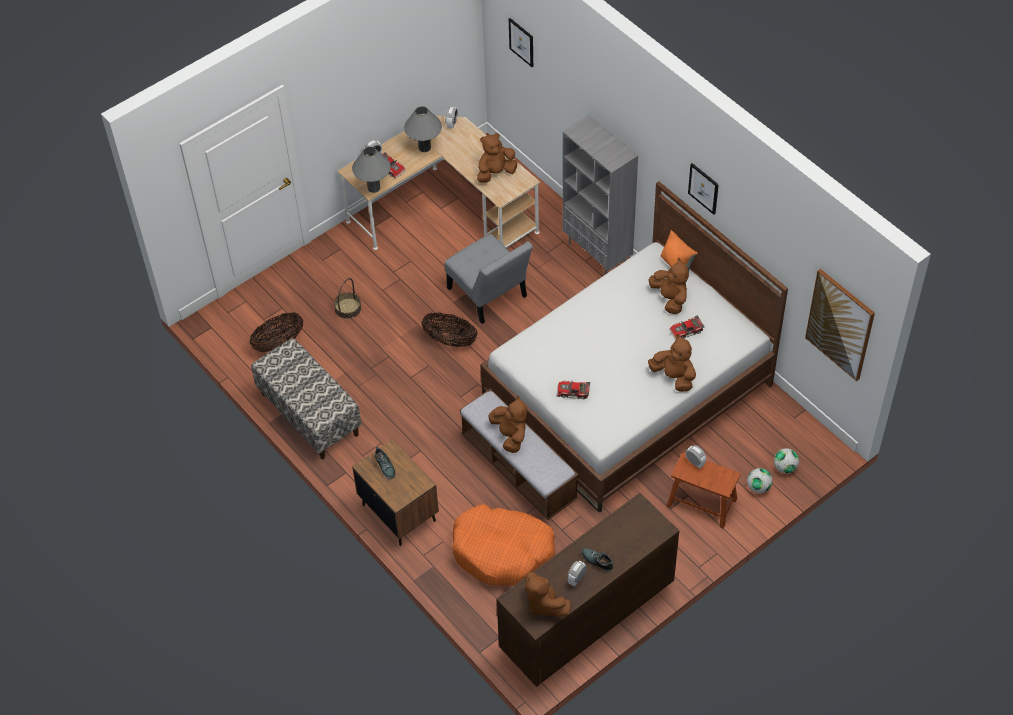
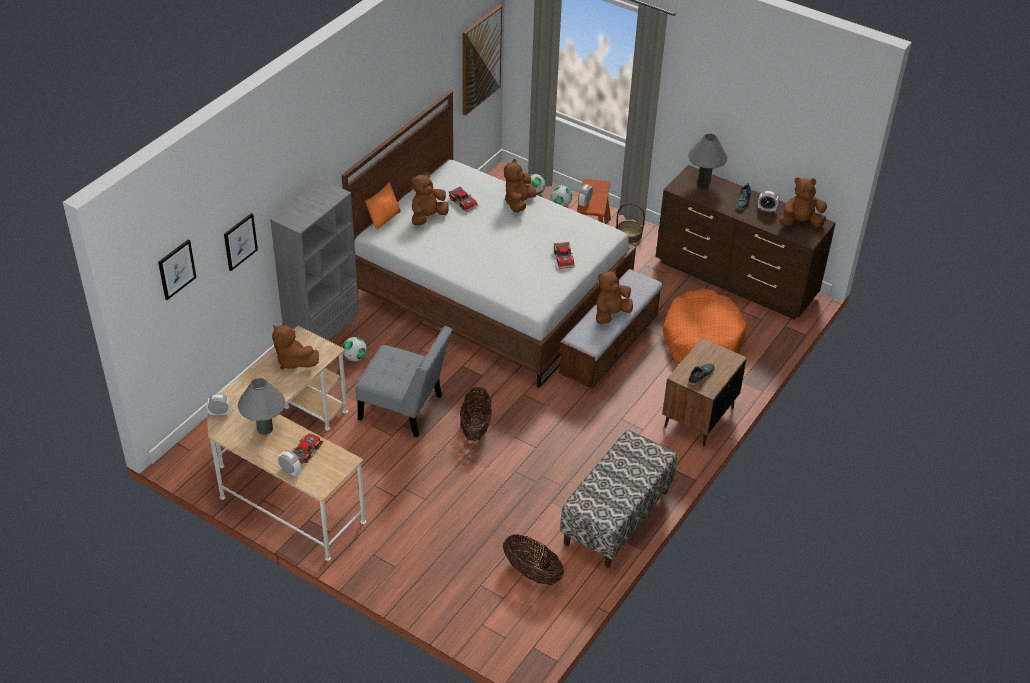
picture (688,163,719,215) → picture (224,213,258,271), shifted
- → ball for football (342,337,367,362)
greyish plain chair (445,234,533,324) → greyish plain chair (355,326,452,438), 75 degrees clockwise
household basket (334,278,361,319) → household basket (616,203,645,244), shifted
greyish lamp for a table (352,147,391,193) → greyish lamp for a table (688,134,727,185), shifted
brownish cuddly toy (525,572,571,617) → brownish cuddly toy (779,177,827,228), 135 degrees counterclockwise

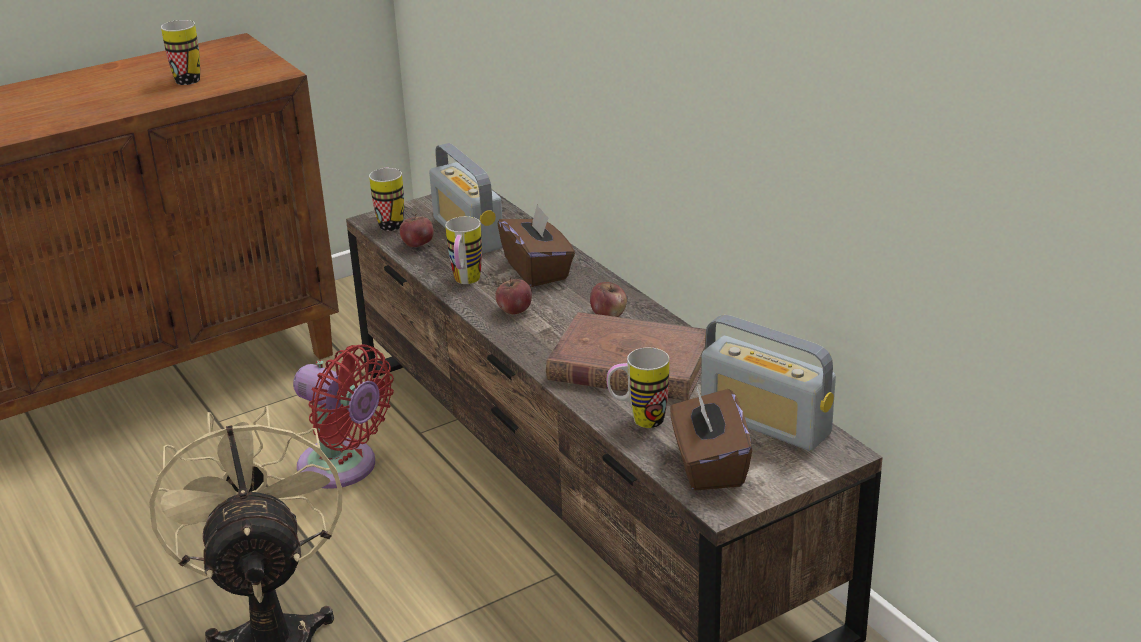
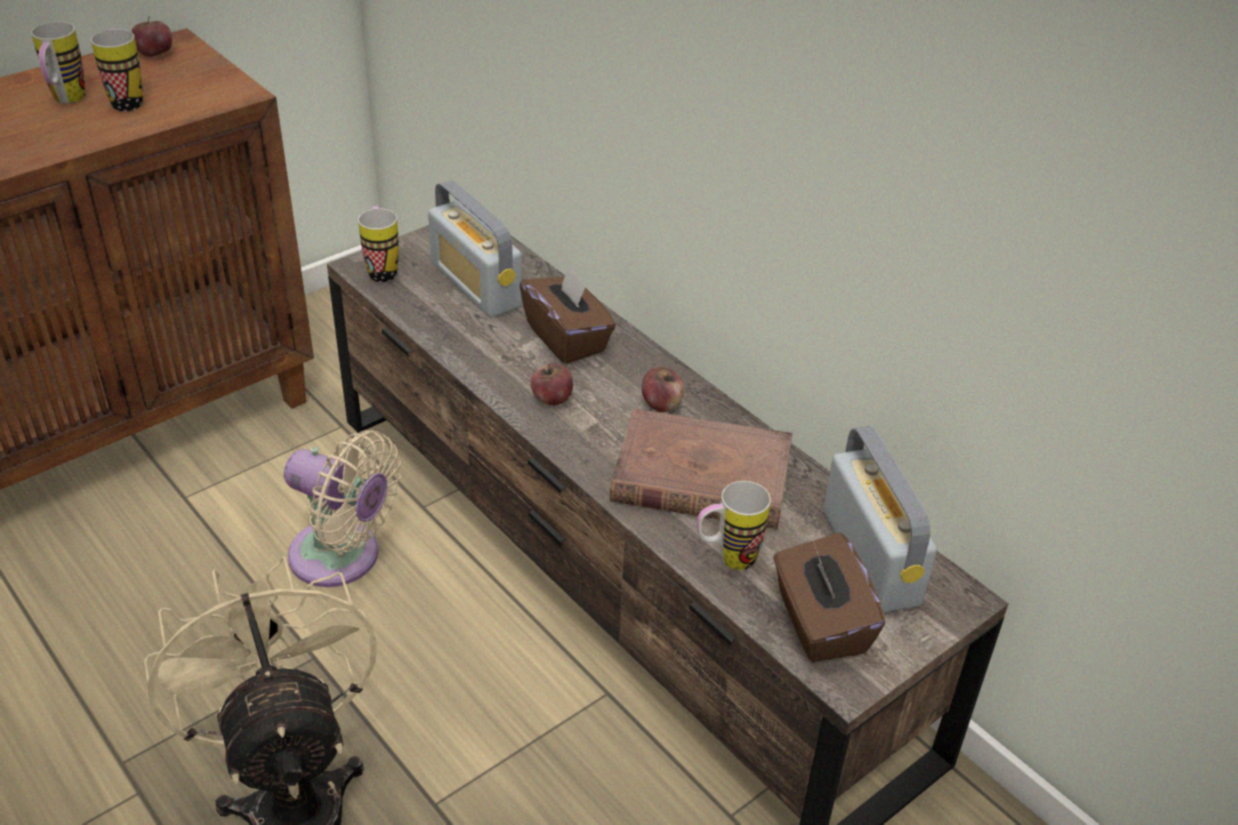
coffee mug (445,216,482,284) → coffee mug (31,22,85,103), shifted
apple fruit (400,213,434,247) → apple fruit (131,16,172,57), shifted
reddish electric fan (293,344,394,489) → beige electric fan (284,430,401,587)
radio receiver (701,315,836,451) → radio receiver (823,426,937,613), 135 degrees counterclockwise

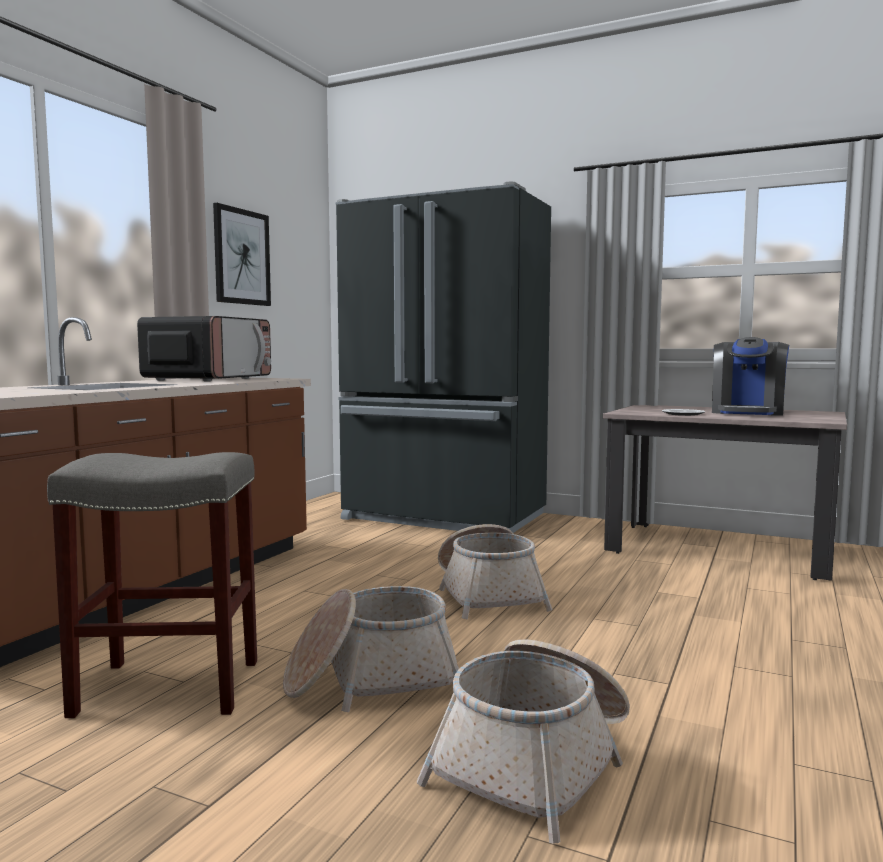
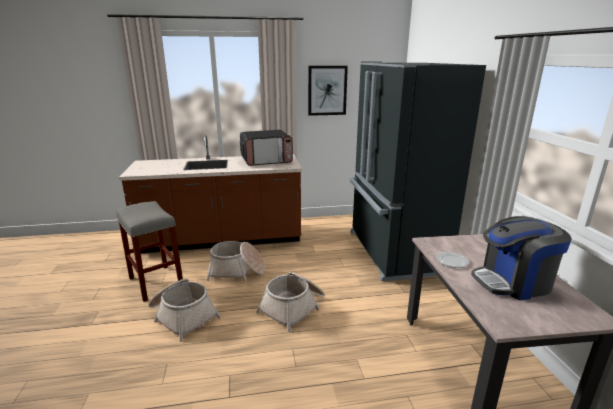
household basket (417,639,630,844) → household basket (206,241,265,281), shifted

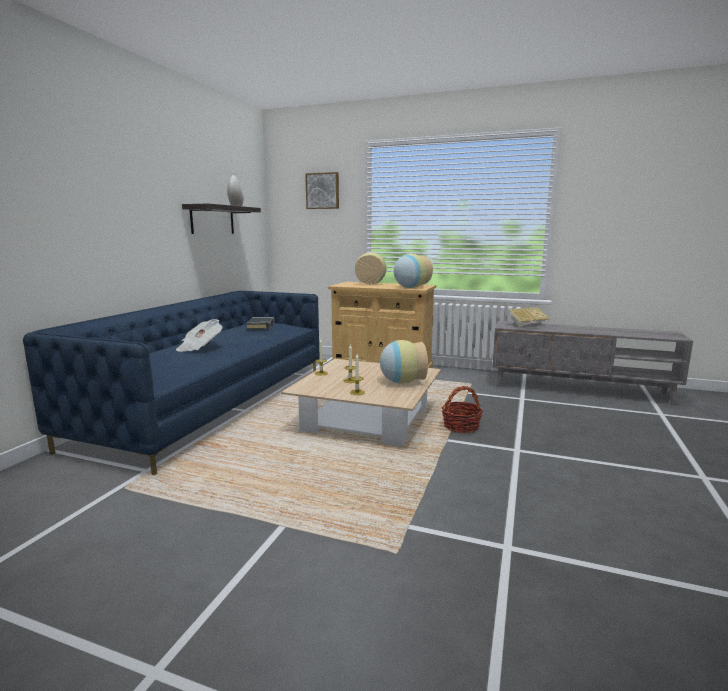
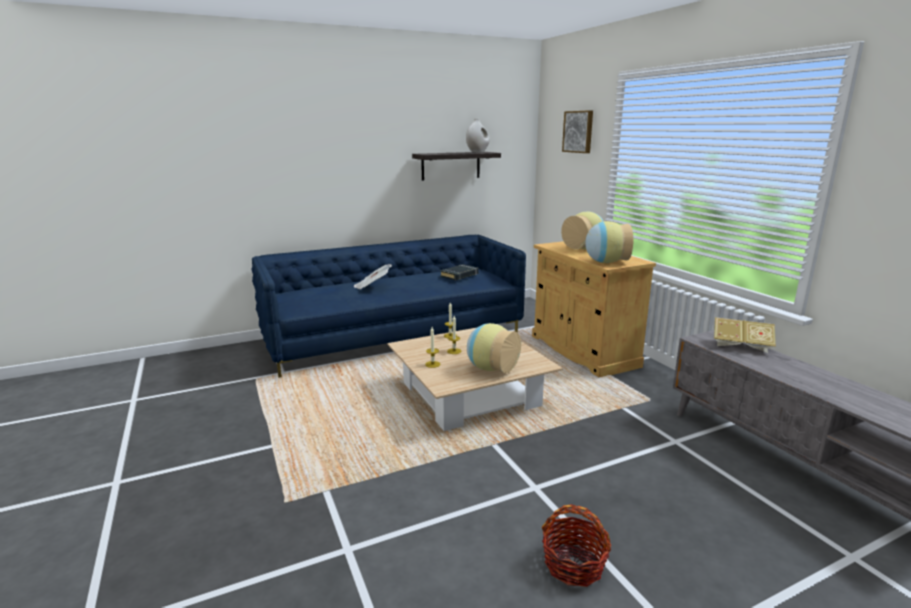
household basket (441,386,483,433) → household basket (542,504,611,587), shifted

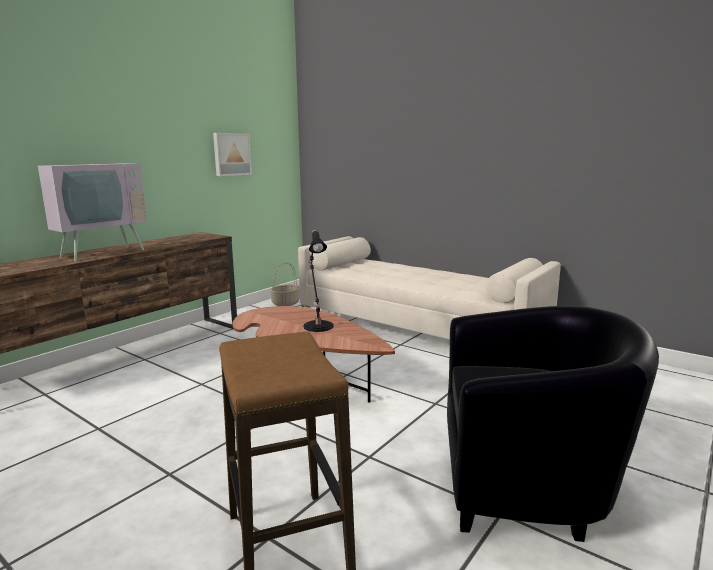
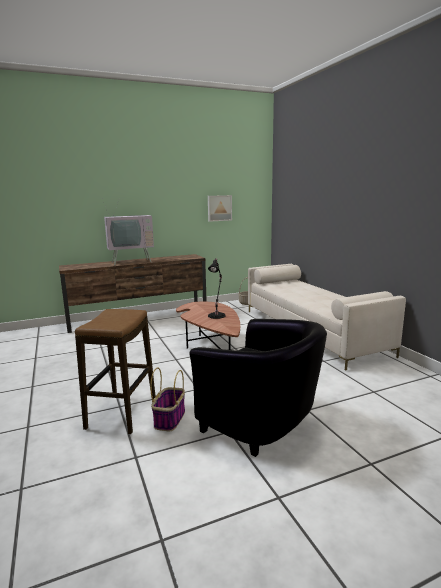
- → household basket (150,368,185,431)

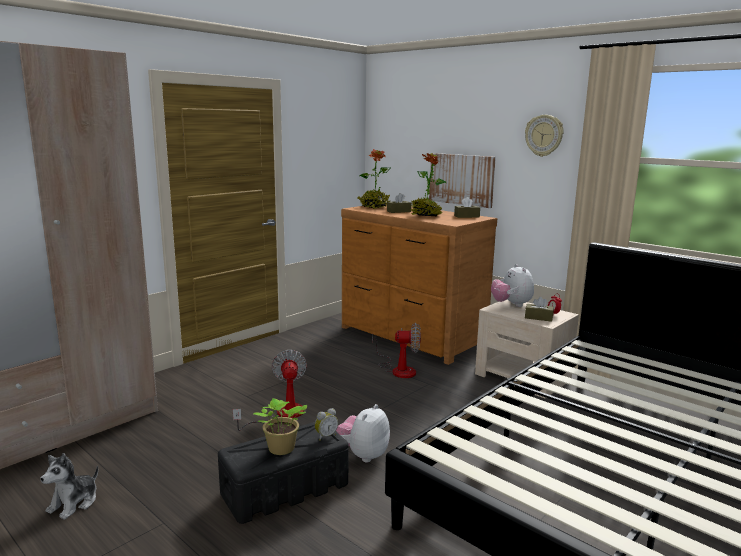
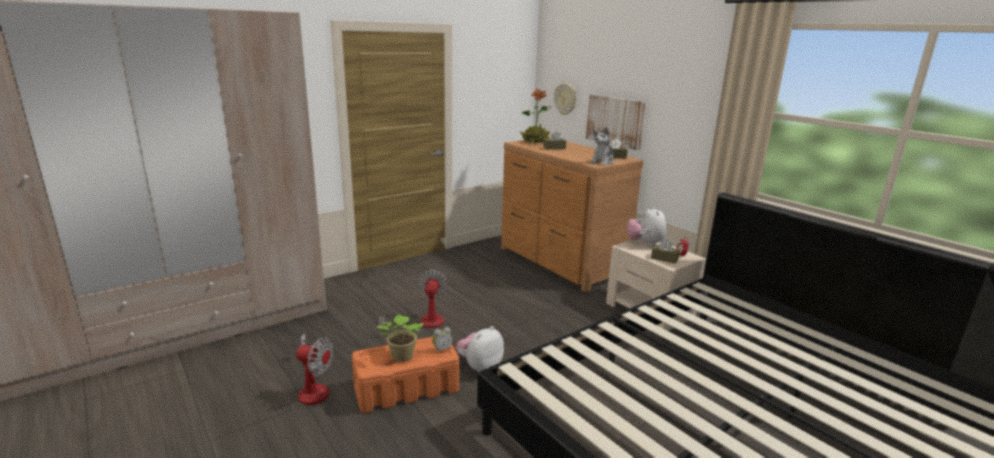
electric fan (372,323,421,378) → electric fan (294,334,333,405), shifted
blackish storage bin (218,422,349,524) → orangey storage bin (352,337,459,413)
wall clock (525,115,564,157) → wall clock (554,83,577,115), shifted
cuddly toy (41,453,98,520) → cuddly toy (590,127,615,166), shifted
potted plant (411,153,446,216) → -

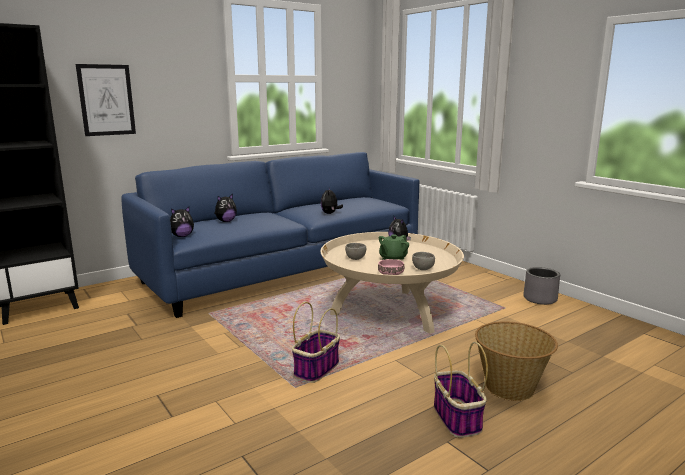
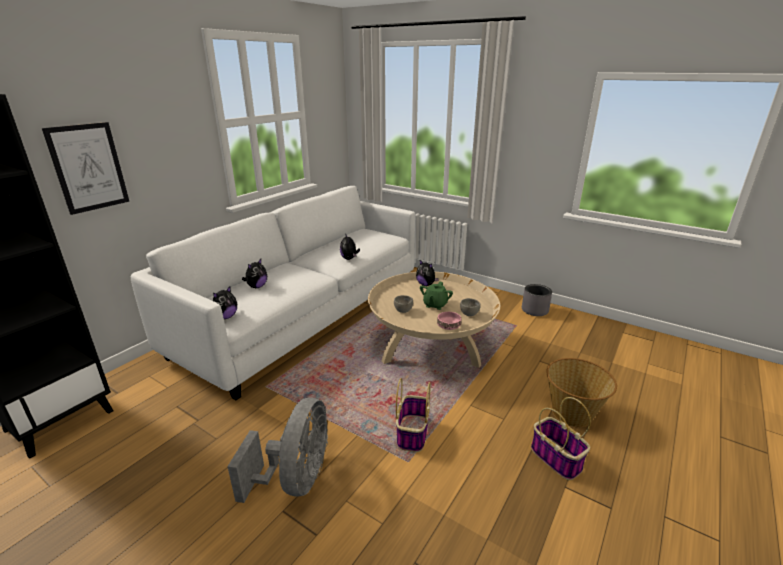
blue-coloured couch (121,152,419,318) → whitish couch (131,186,415,400)
- → greyish electric fan (227,398,328,503)

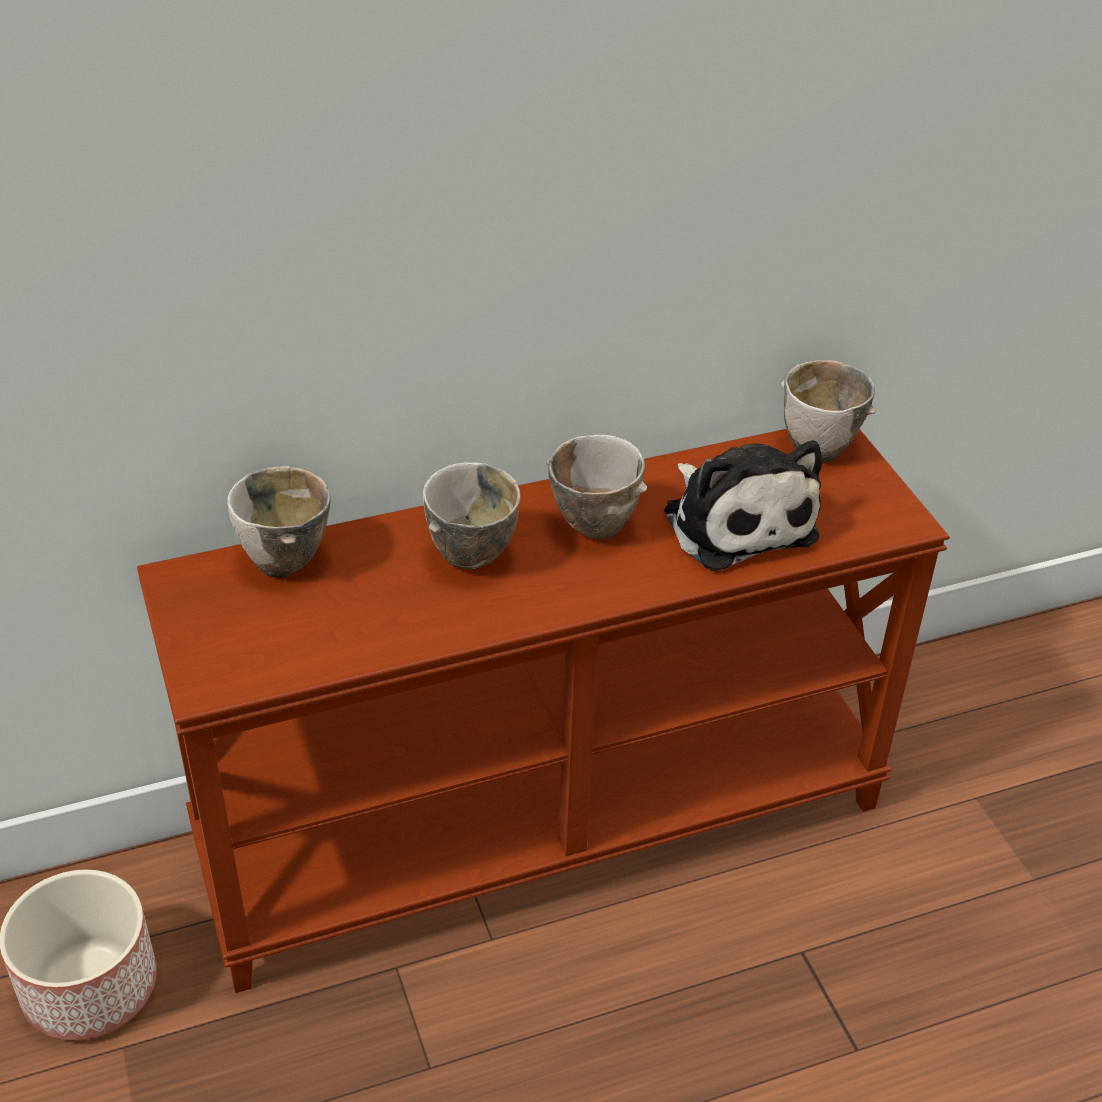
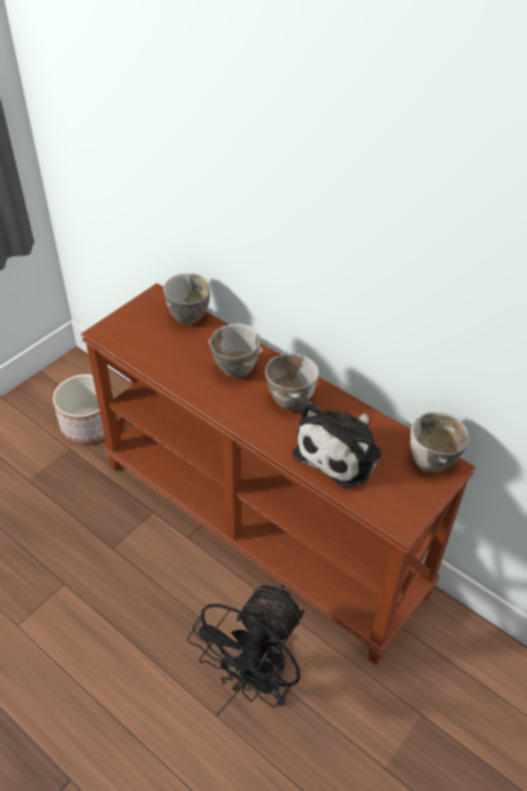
- → blackish electric fan (187,585,304,707)

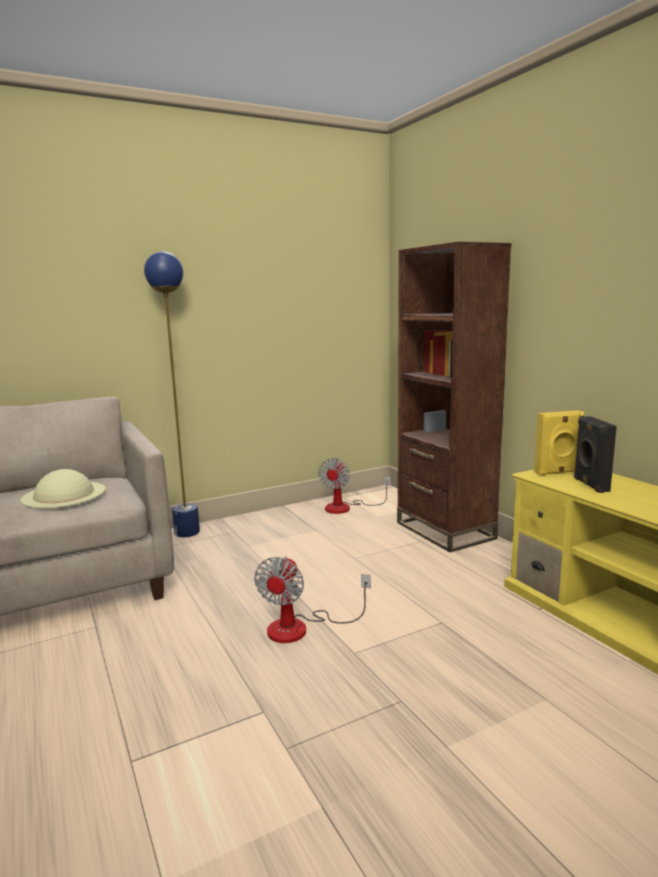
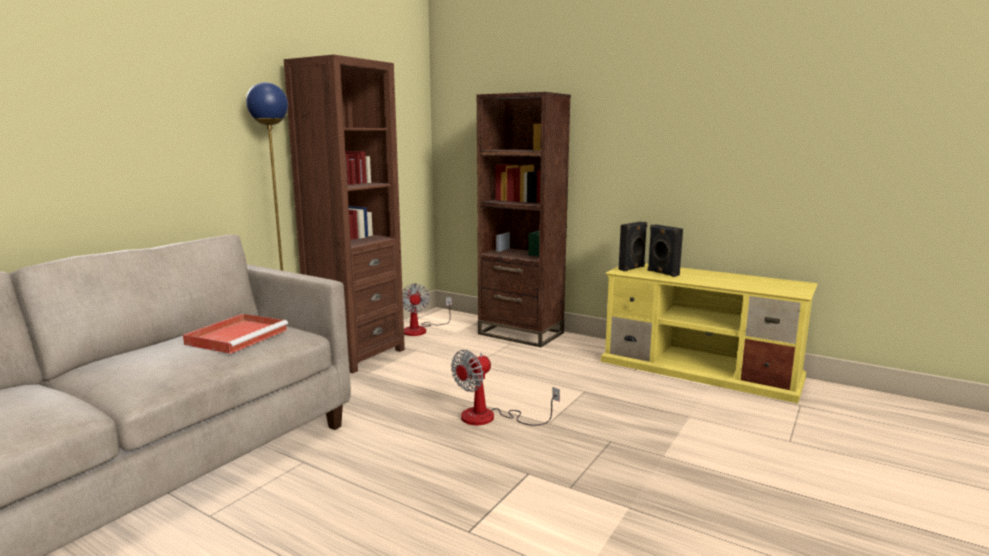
beige hat (21,469,106,508) → reddish carrying tray (183,314,288,354)
- → brownish bookcase (284,55,405,374)
electric fan (254,556,371,643) → electric fan (451,350,560,426), 60 degrees clockwise
yellowish speaker (534,410,584,476) → blackish speaker (619,222,647,271)

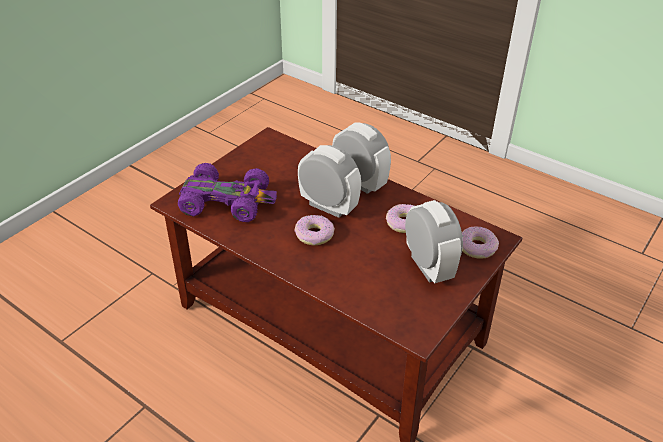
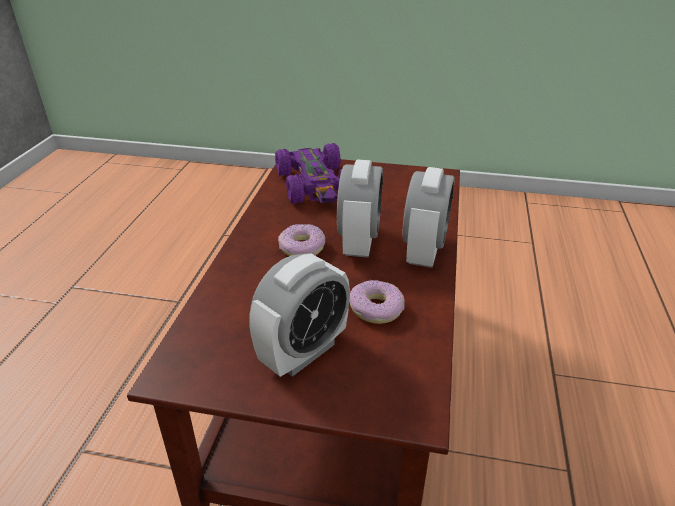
doughnut (462,226,499,259) → -

